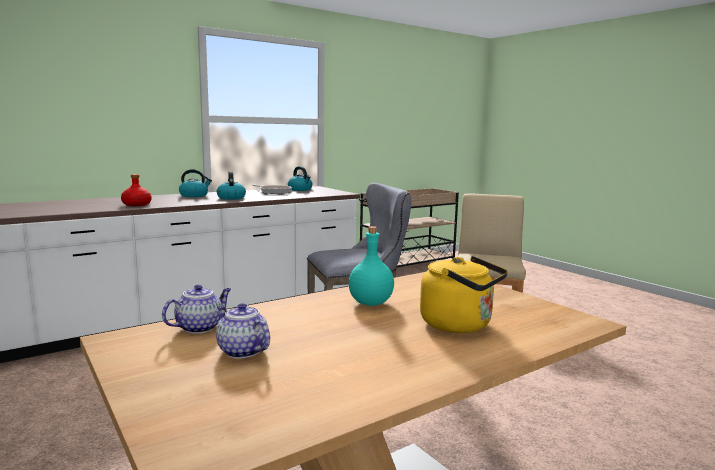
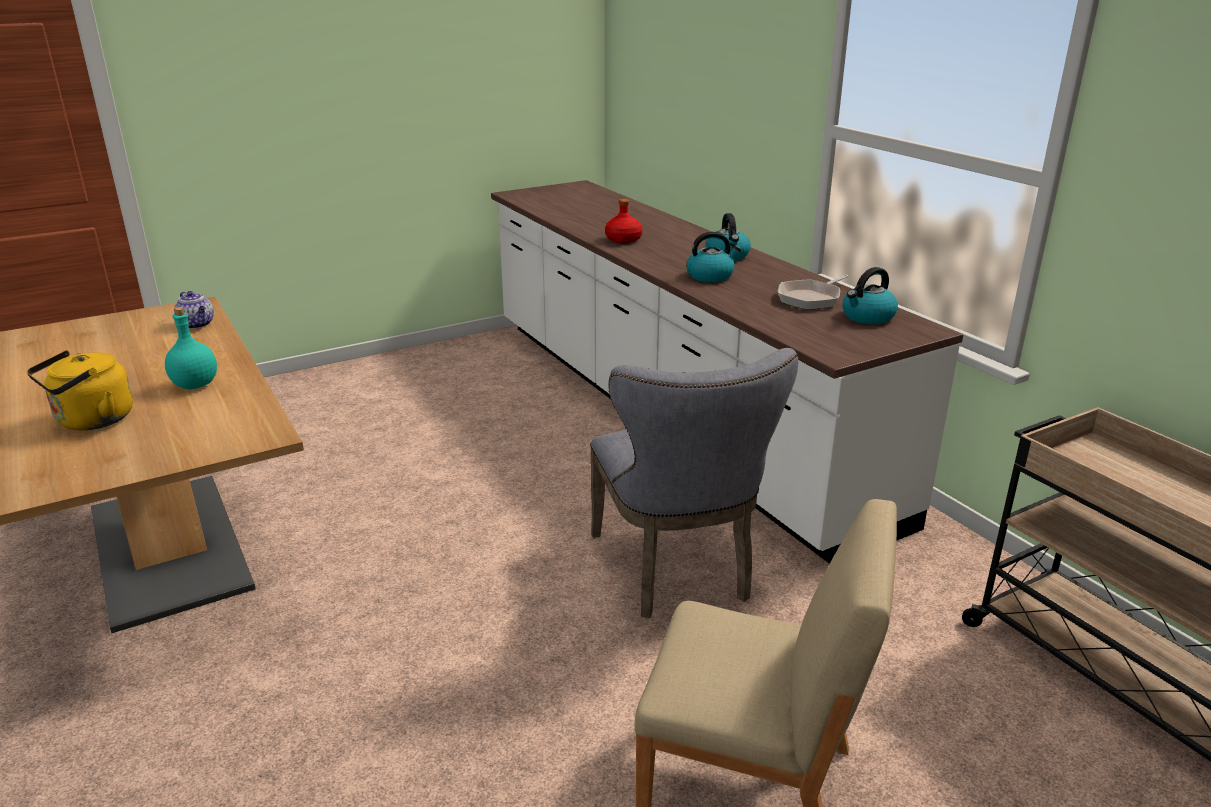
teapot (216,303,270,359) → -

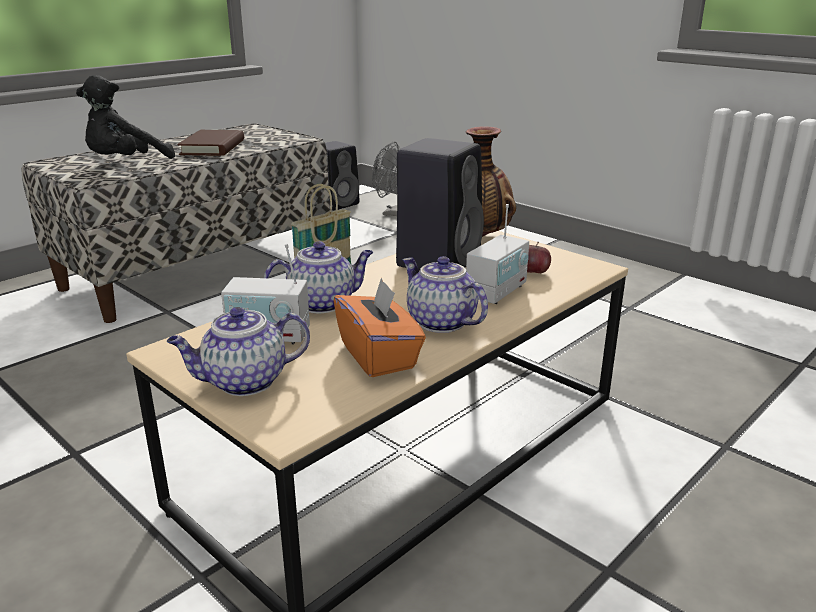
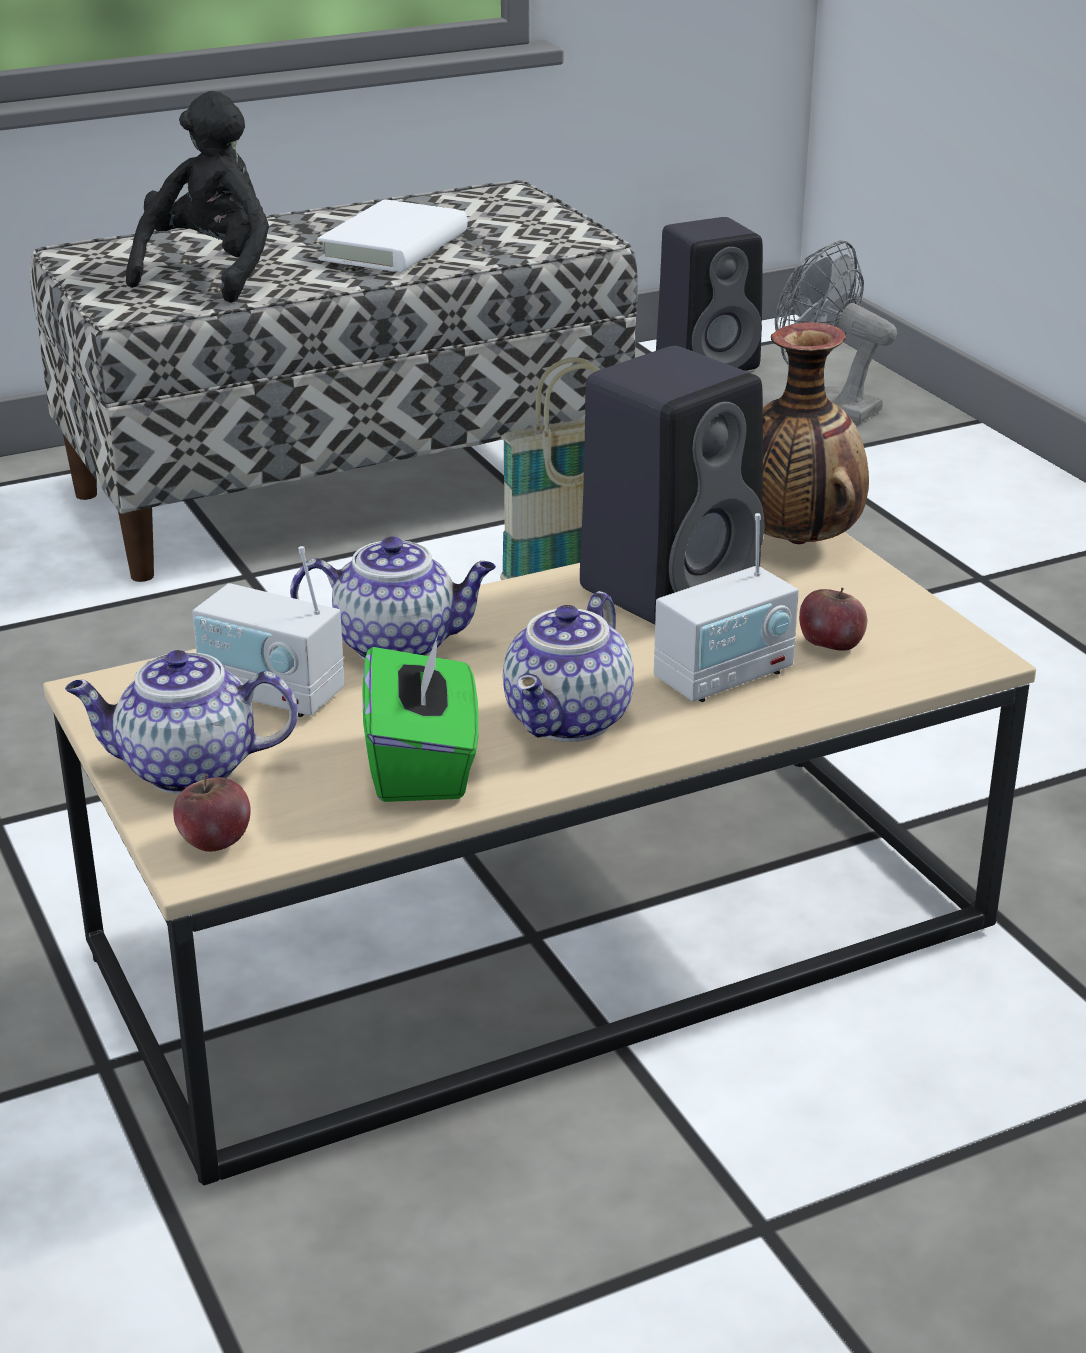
blackish cuddly toy (76,75,175,159) → blackish cuddly toy (126,91,269,303), 135 degrees clockwise
- → apple fruit (173,774,250,852)
brownish book (177,130,244,156) → whitish book (317,199,468,272)
orangey box of tissues (333,277,426,377) → green box of tissues (363,633,478,802)
teapot (402,256,488,333) → teapot (503,591,634,742), 135 degrees counterclockwise

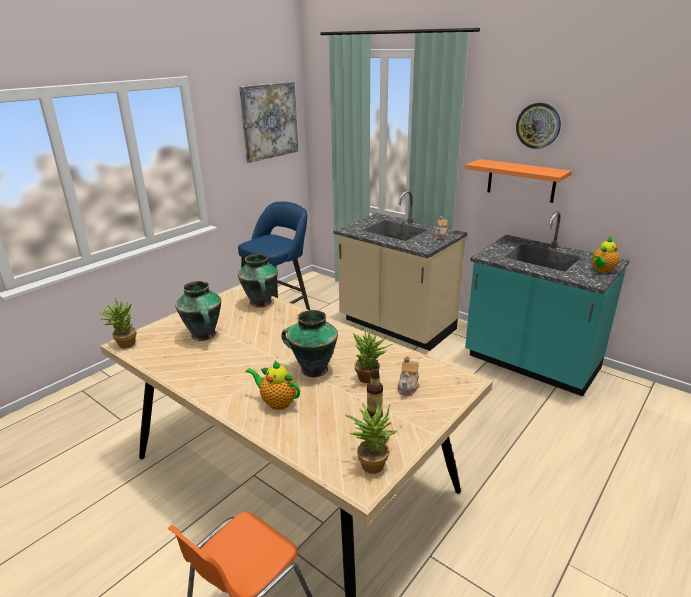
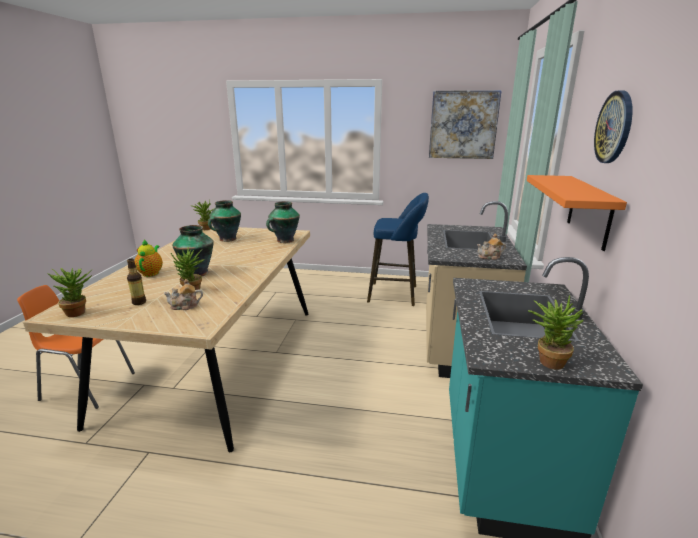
teapot (592,237,620,273) → potted plant (528,295,584,370)

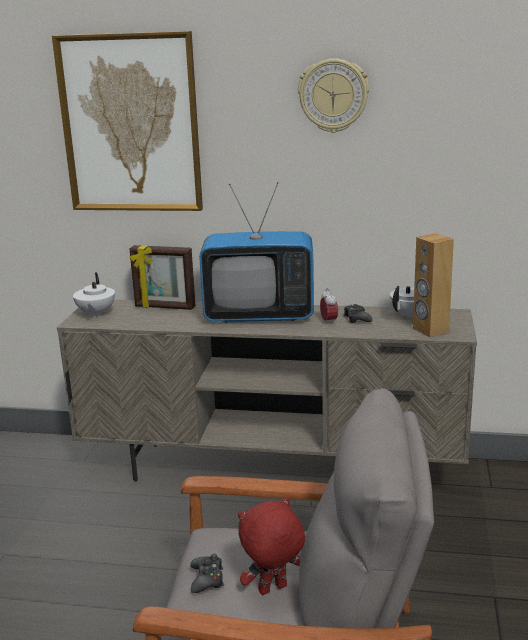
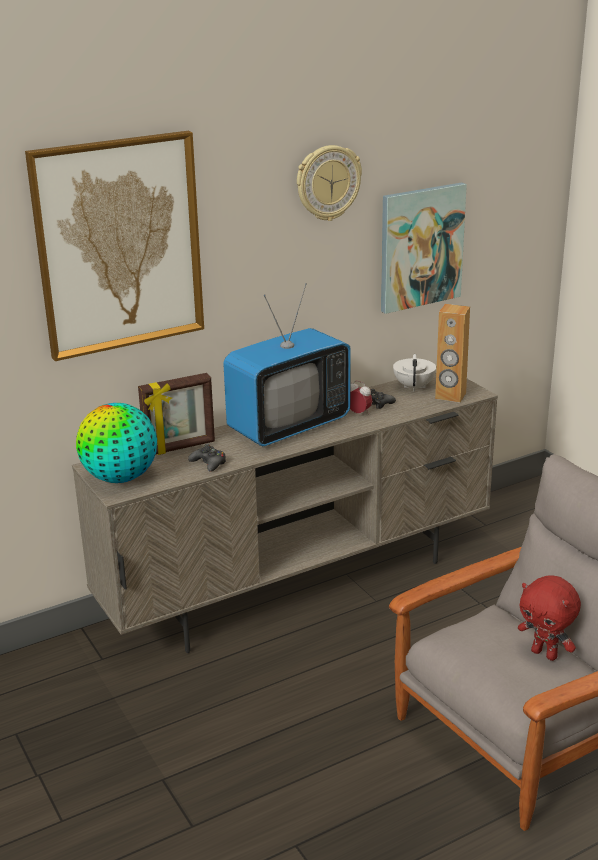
whitish teapot (73,273,115,318) → desk globe (76,403,157,483)
blackish gamepad (190,554,224,593) → blackish gamepad (188,444,226,472), shifted
- → picture (381,183,467,314)
reddish cuddly toy (238,497,305,595) → reddish cuddly toy (518,575,581,661), 75 degrees counterclockwise

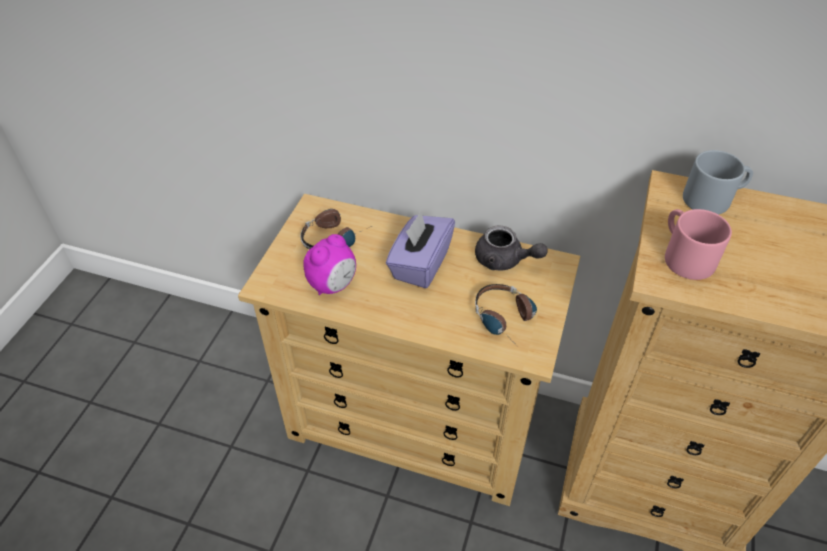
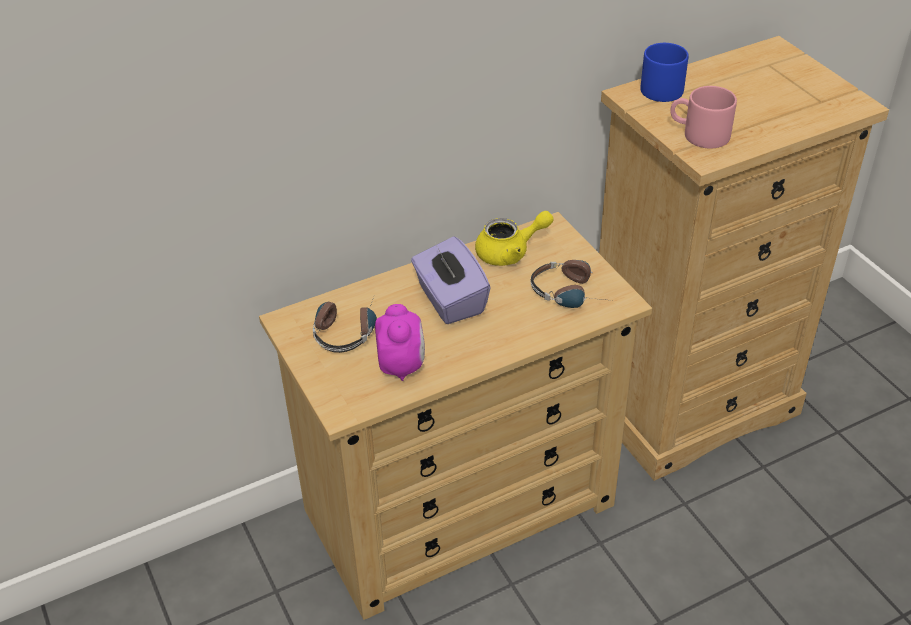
greyish teapot (475,226,547,270) → yellowish teapot (475,211,554,266)
greyish coffee mug (683,150,753,215) → blue-coloured coffee mug (640,43,689,102)

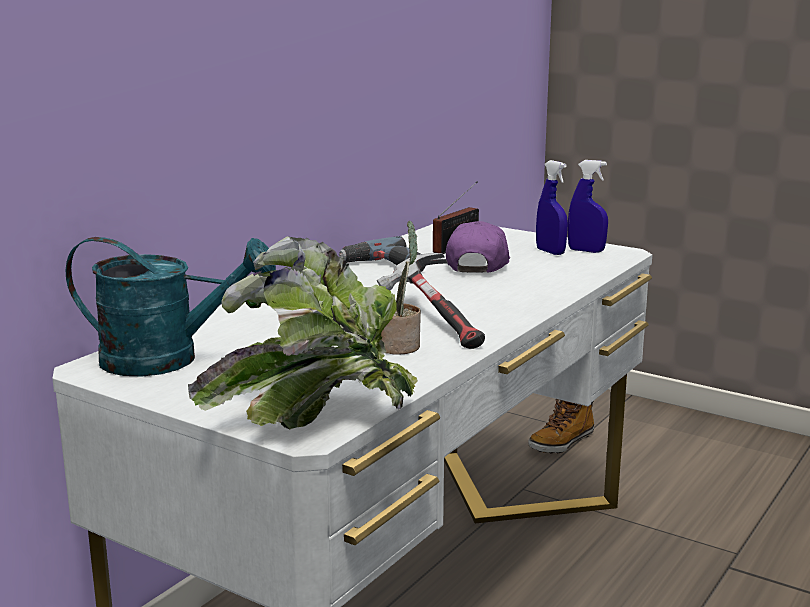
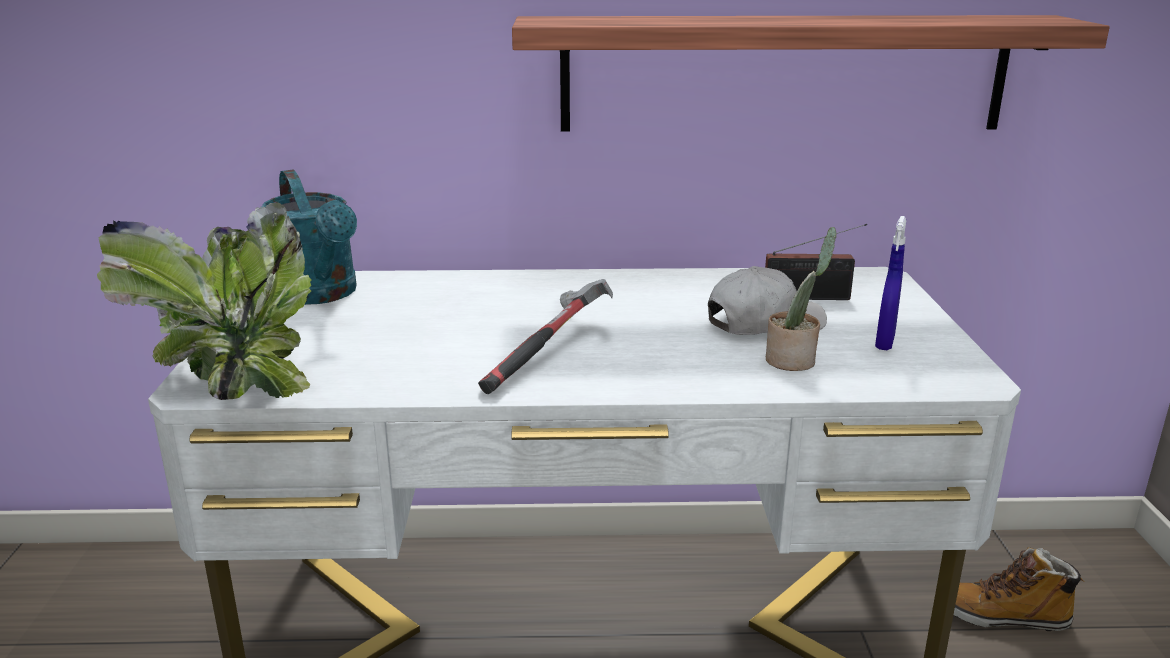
- → wall shelf (512,15,1110,132)
purplish cap (446,221,510,273) → whitish cap (708,266,827,335)
potted plant (379,220,421,354) → potted plant (766,227,836,371), shifted
drill (339,236,426,272) → -
blue-coloured spray bottle (568,160,608,253) → -

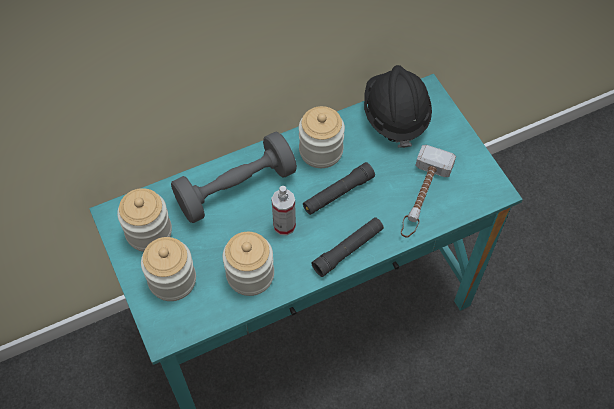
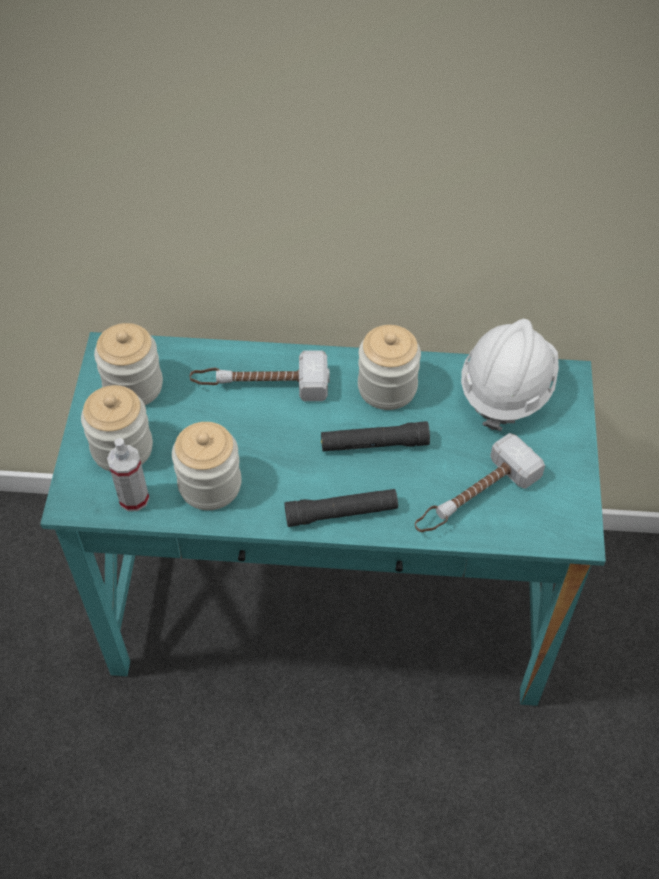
spray bottle (271,186,296,235) → spray bottle (107,438,150,511), shifted
greyish free weight (171,132,297,223) → hand hammer (190,350,329,401)
blackish hard hat (364,65,432,148) → whitish hard hat (461,319,559,431)

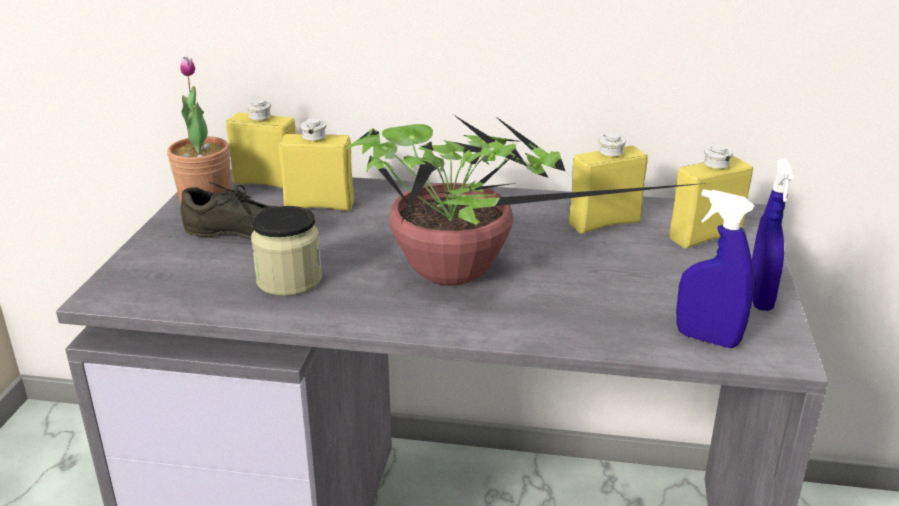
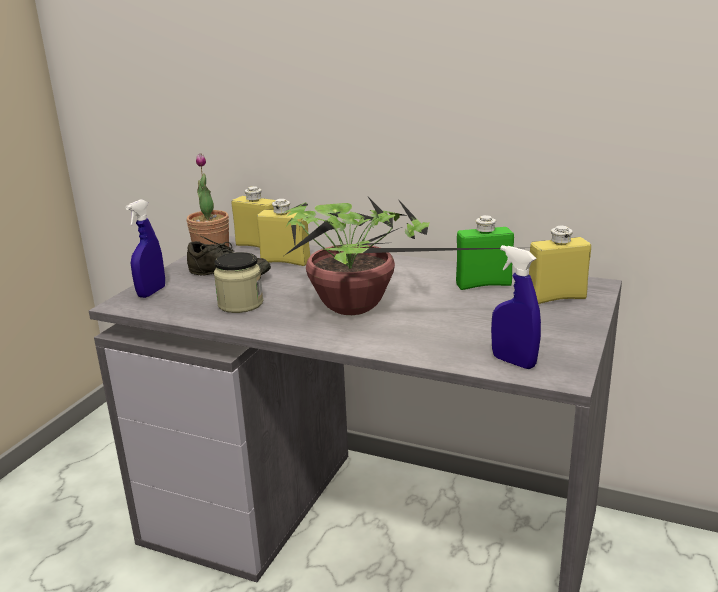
blue-coloured spray bottle (752,158,794,311) → blue-coloured spray bottle (125,199,165,298), shifted
yellowish drink bottle (569,133,648,234) → green drink bottle (456,215,514,290)

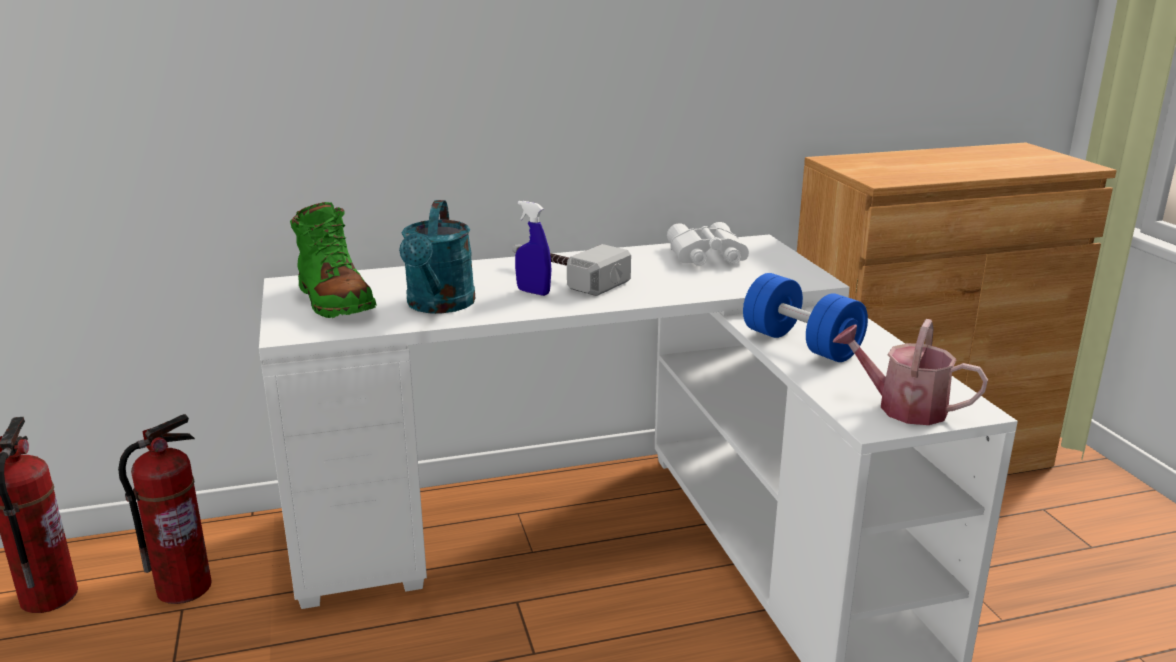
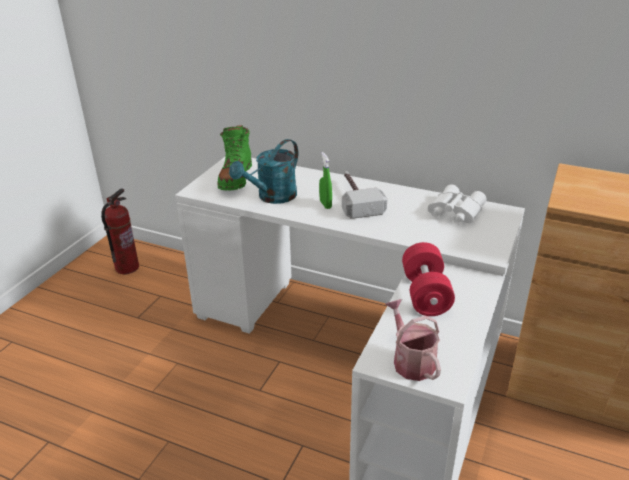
blue-coloured spray bottle (515,201,551,296) → green spray bottle (319,152,332,209)
blue-coloured free weight (743,273,868,362) → reddish free weight (402,242,455,316)
extinguisher (118,414,212,604) → -

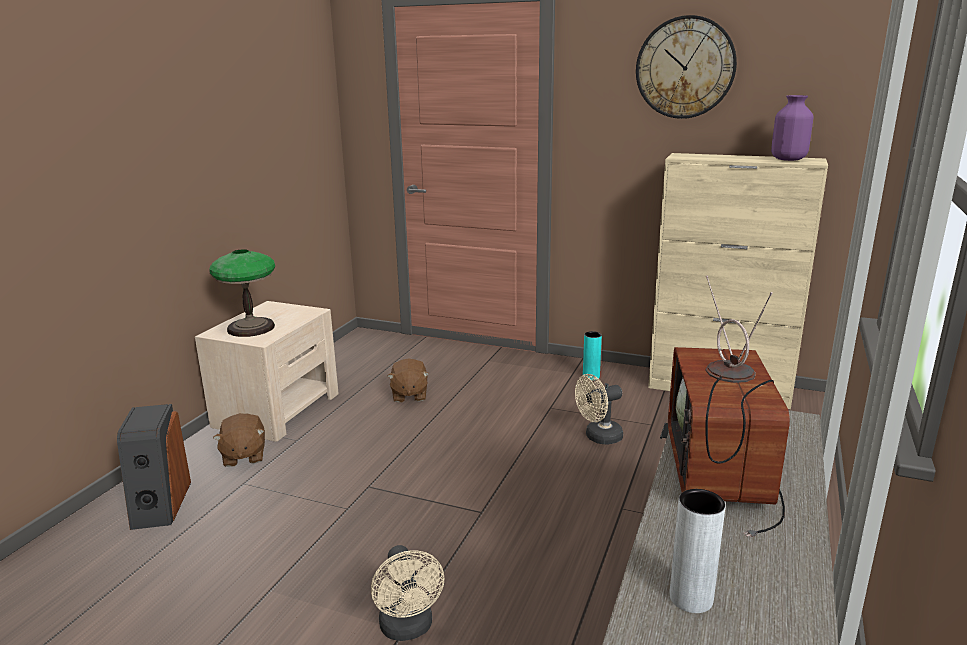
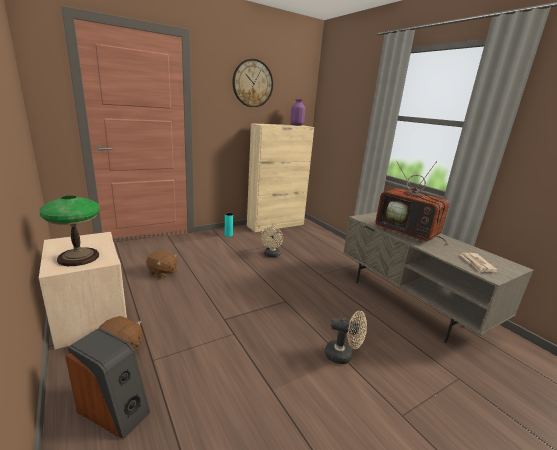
greyish vase (670,489,726,613) → newspaper (459,253,498,272)

